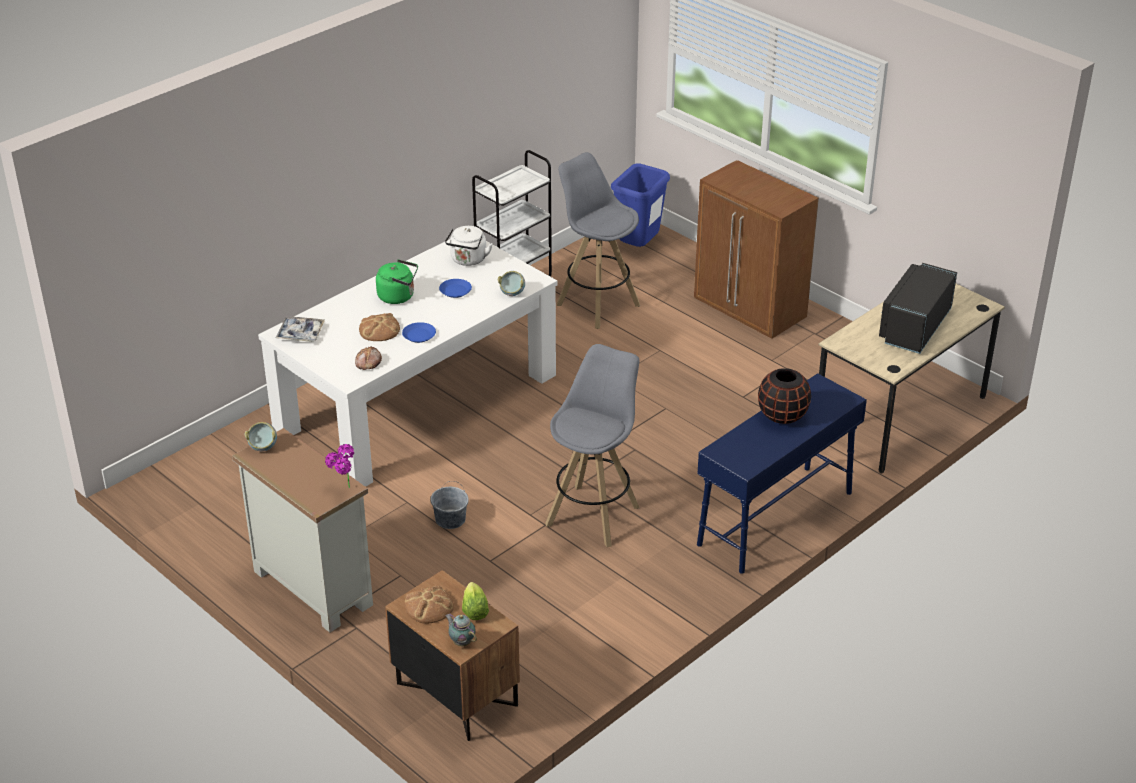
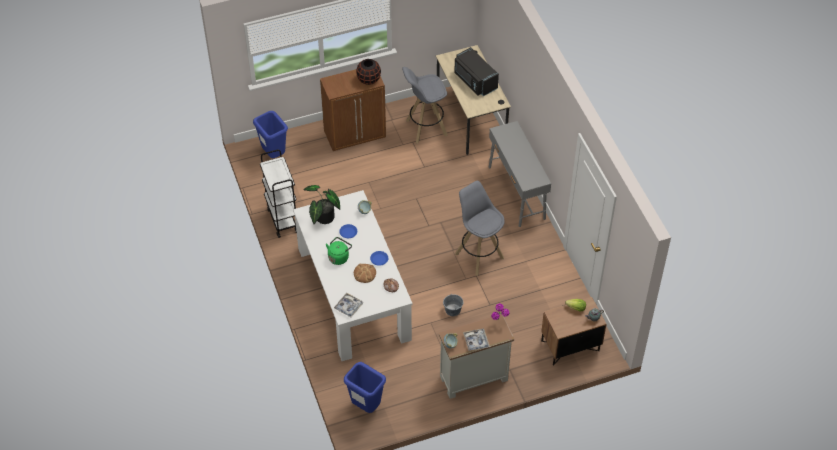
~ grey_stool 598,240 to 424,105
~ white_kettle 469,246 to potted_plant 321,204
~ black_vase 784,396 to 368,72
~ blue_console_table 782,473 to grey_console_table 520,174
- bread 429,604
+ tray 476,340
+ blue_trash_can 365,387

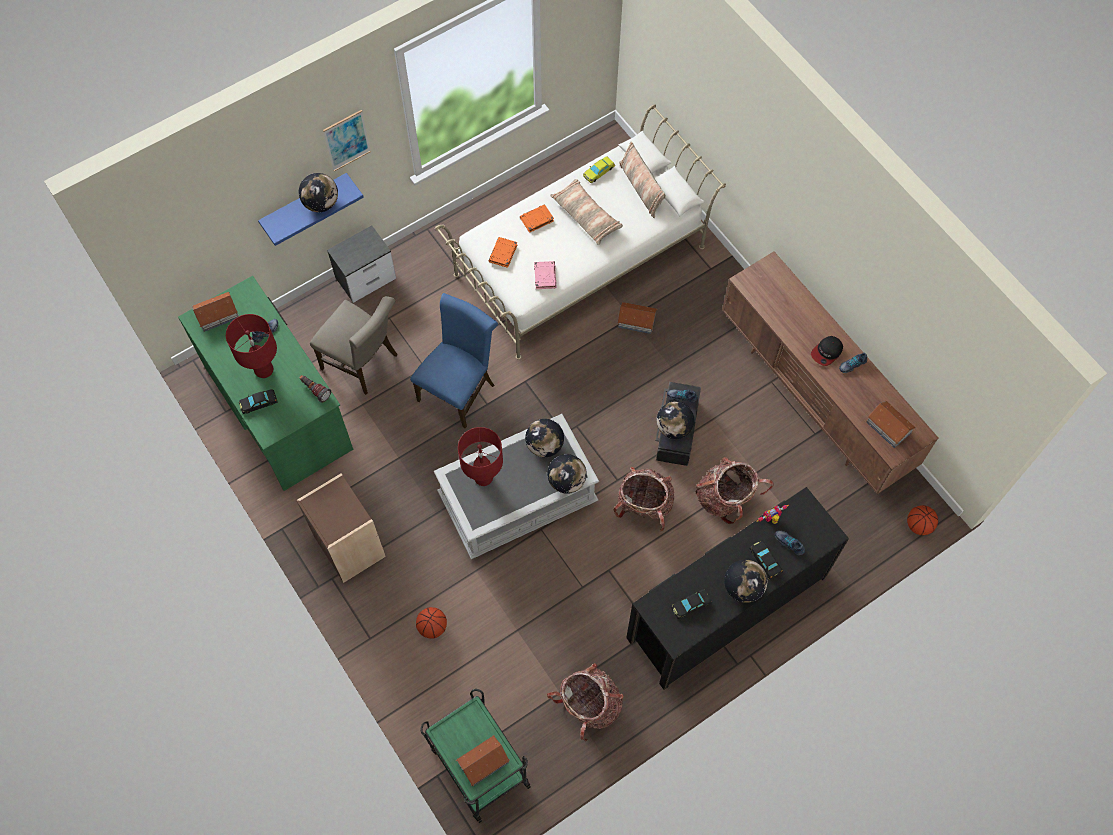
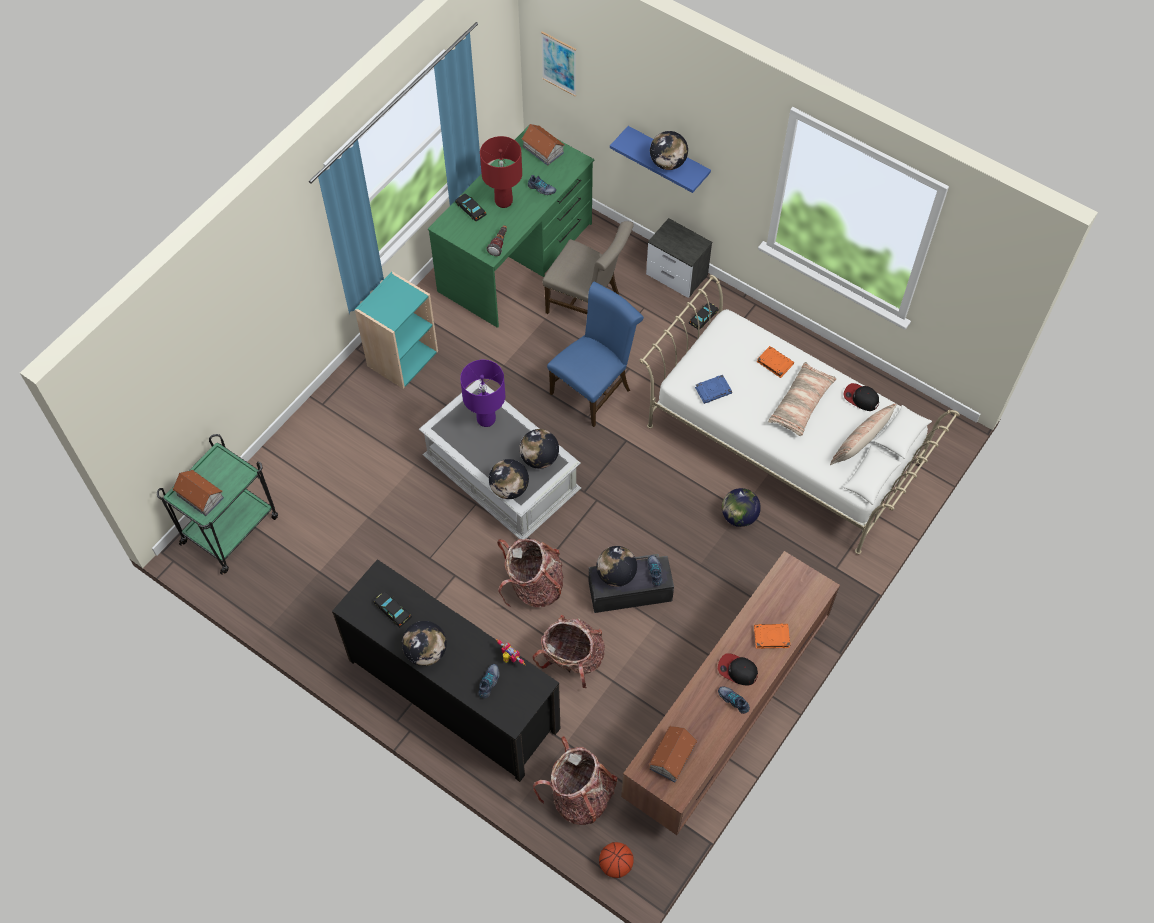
~ picture 347,140 to 558,64
~ yellow_toy_car 599,169 to cap 861,397
~ orange_book 503,252 to 772,636
~ pink_book 545,275 to blue_book 713,389
~ blue_chair 454,361 = 595,354 60 degrees counterclockwise
~ beige_chair 354,345 = 588,267 75 degrees counterclockwise
~ toy_house 638,318 to globe 741,507
~ red_table_lamp 480,456 to purple_table_lamp 482,393
~ brown_bookcase 341,528 to turquoise_bookcase 396,330
~ black_toy_car 766,560 to 704,316
- basketball 431,622
~ backpack 585,702 to 575,780

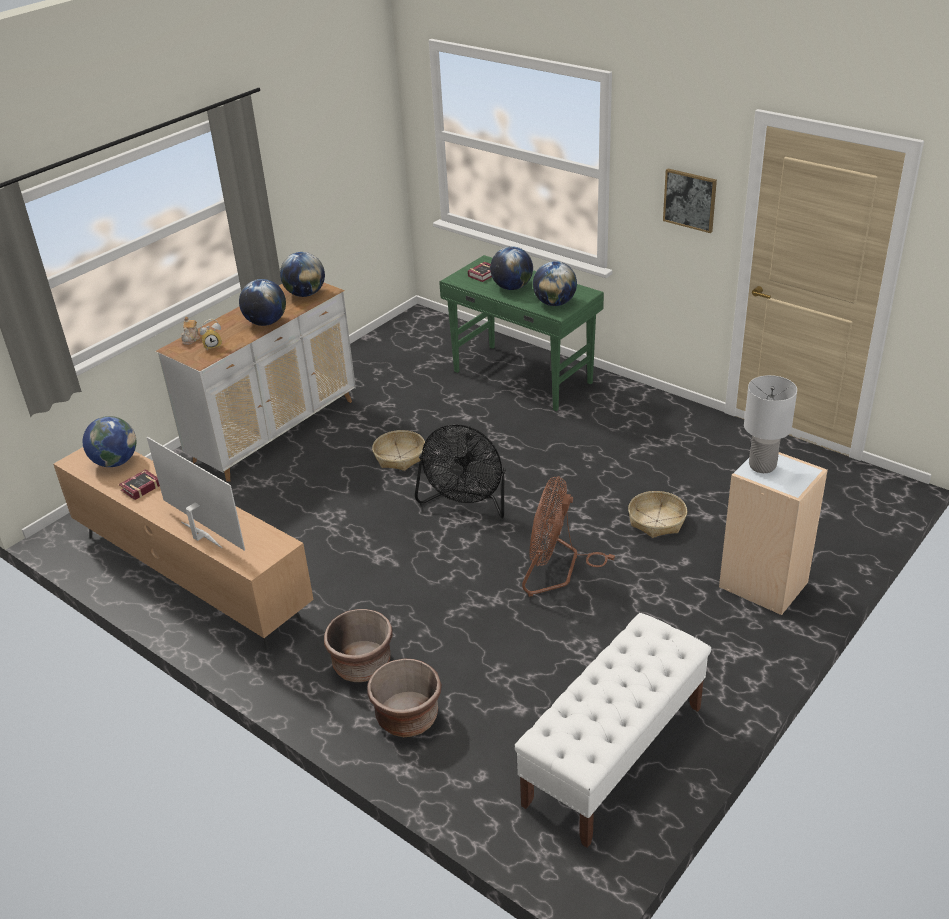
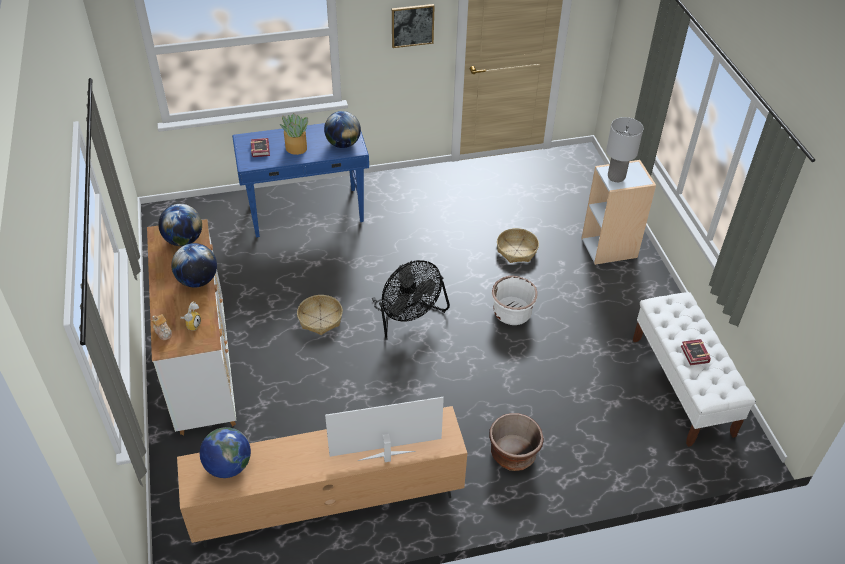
~ globe 511,268 to potted_plant 294,134
~ green_console_table 521,333 to blue_console_table 300,180
~ book 139,484 to 696,352
~ brown_fan 569,536 to white_planter 514,300
- brown_planter 404,697

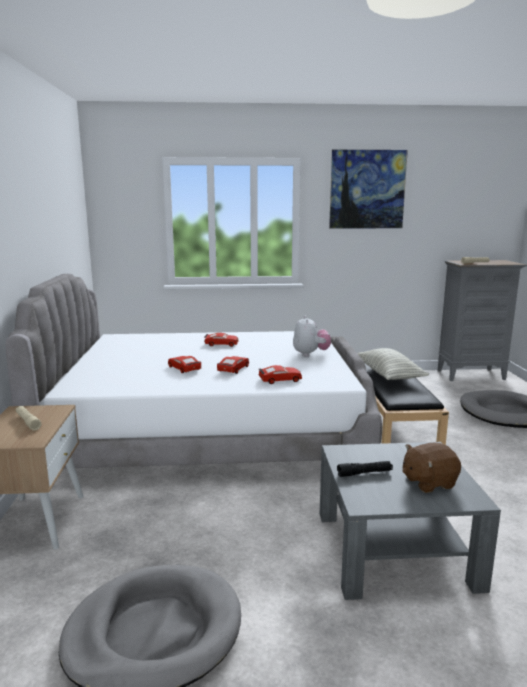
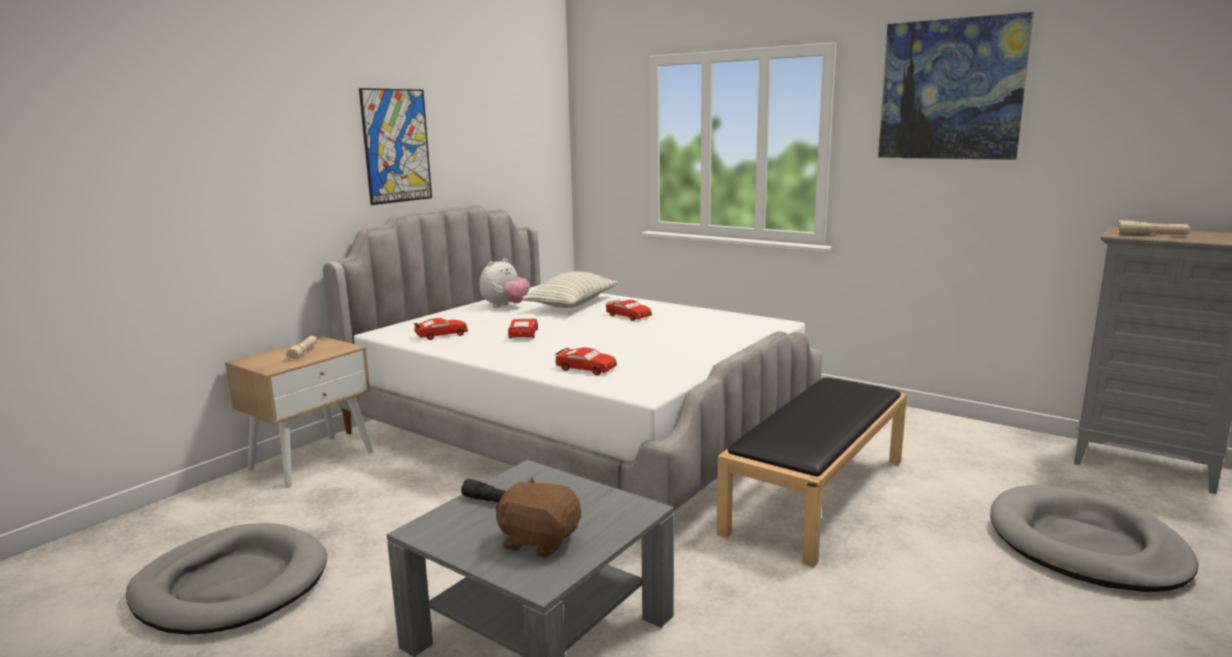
~ plush_toy 312,336 to 505,283
~ pillow 393,364 to 570,289
~ red_toy_car 233,365 to 441,329
+ picture 395,146

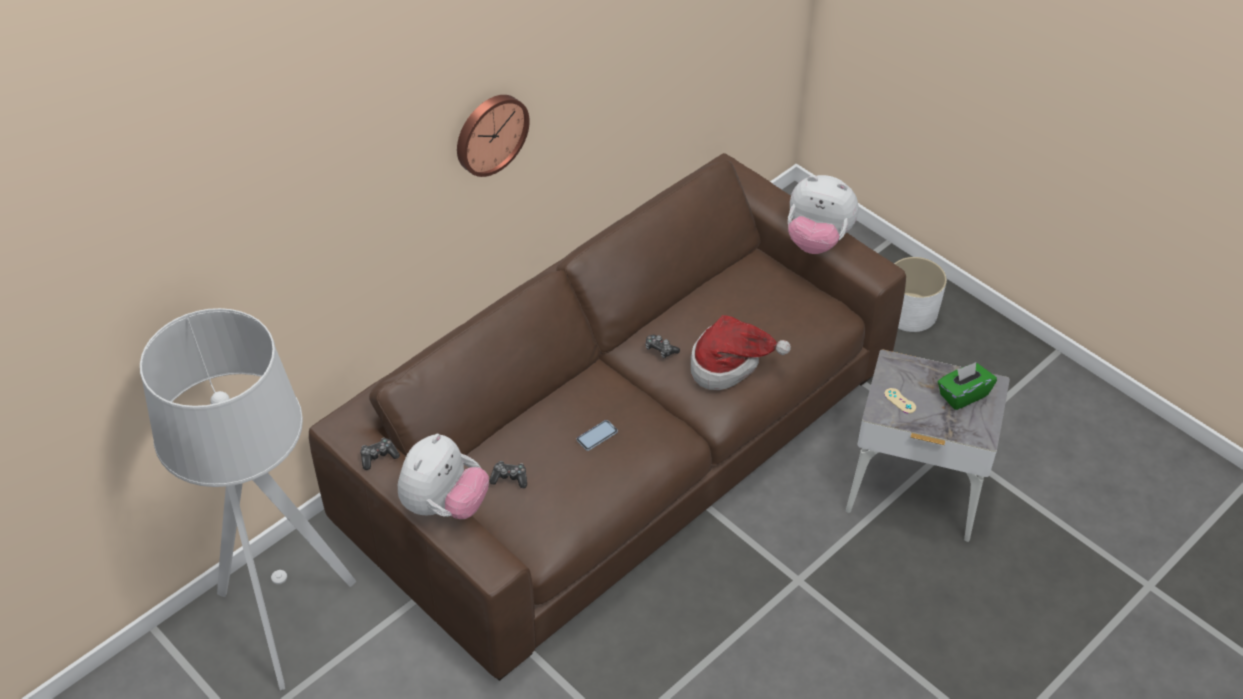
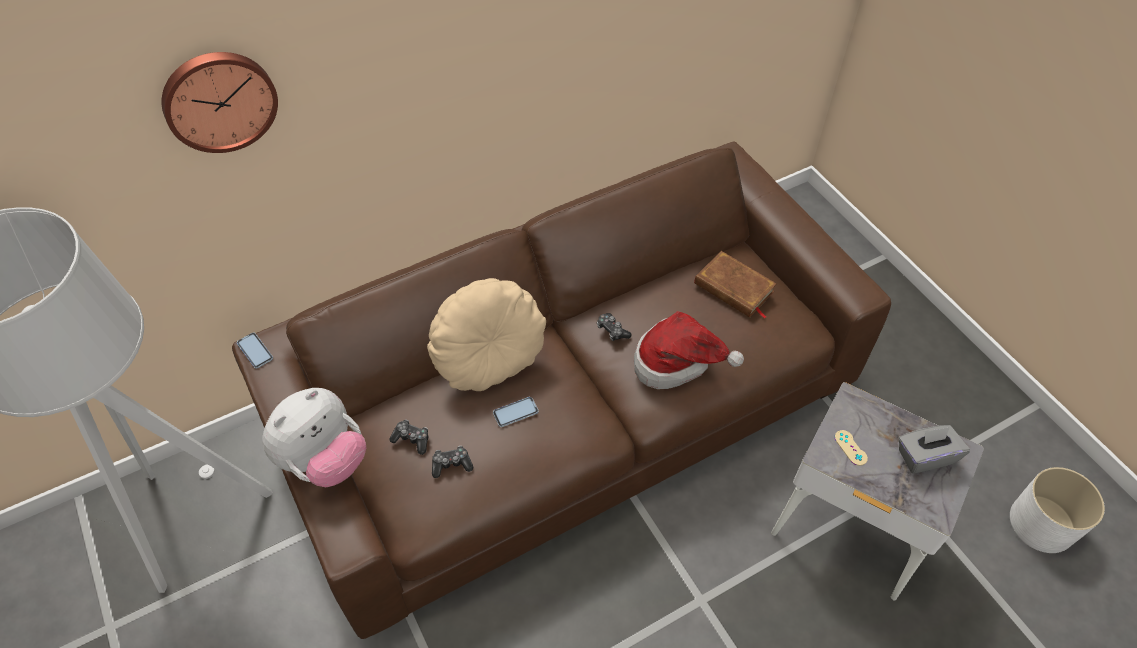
~ wall_clock 493,136 to 219,102
- plush_toy 823,214
~ white_planter 920,294 to 1057,510
~ green_tissue_box 967,386 to grey_tissue_box 934,449
~ game_controller 380,454 to 452,462
+ brown_book 735,285
+ beige_pillow 486,334
+ phone 255,350

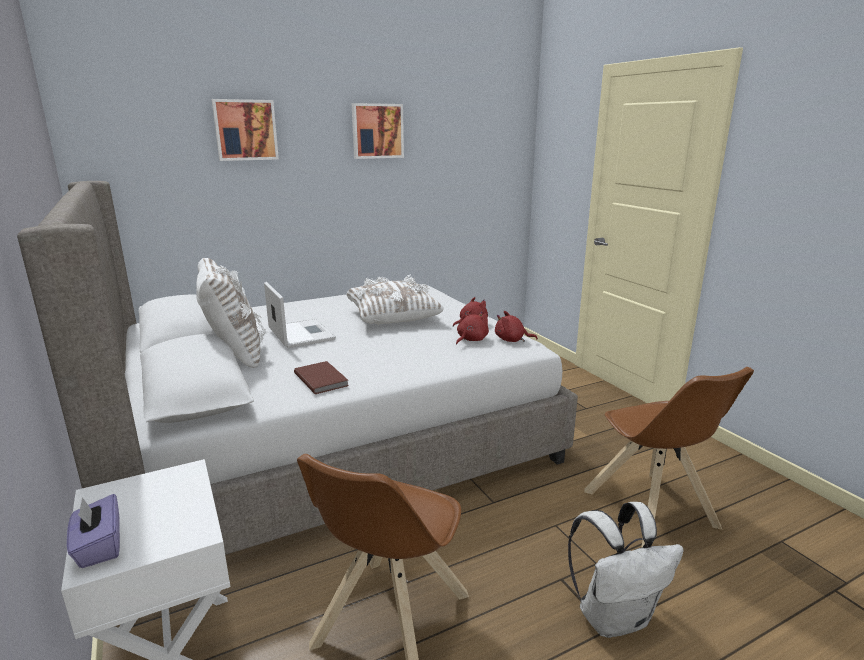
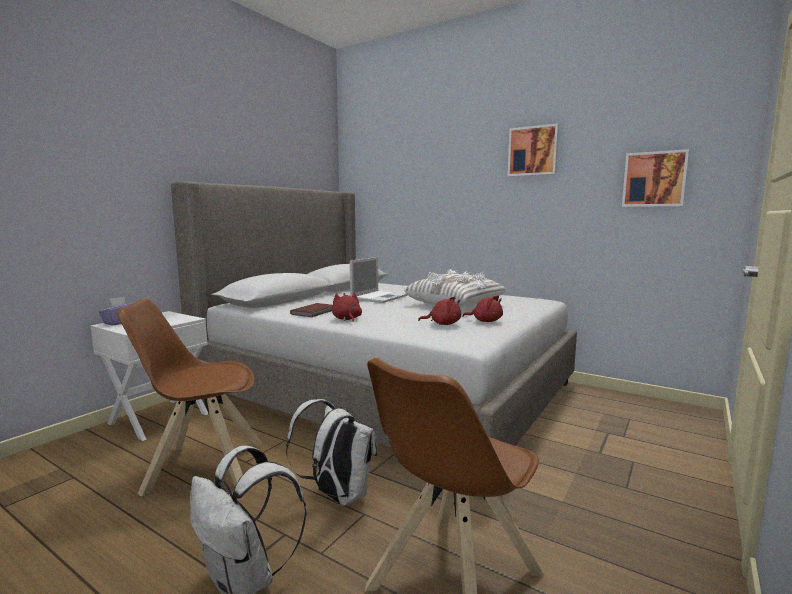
~ picture 245,130 to 655,178
- white_pillow 231,313
~ red_plush_toy 516,326 to 347,307
+ white_backpack 332,452

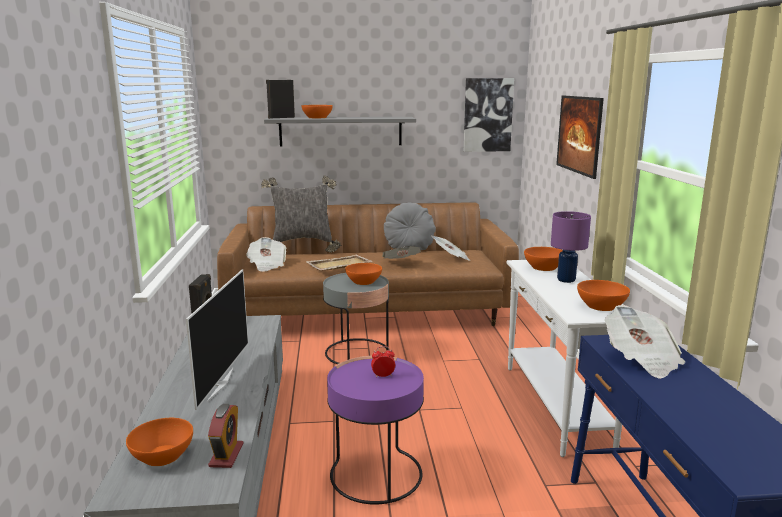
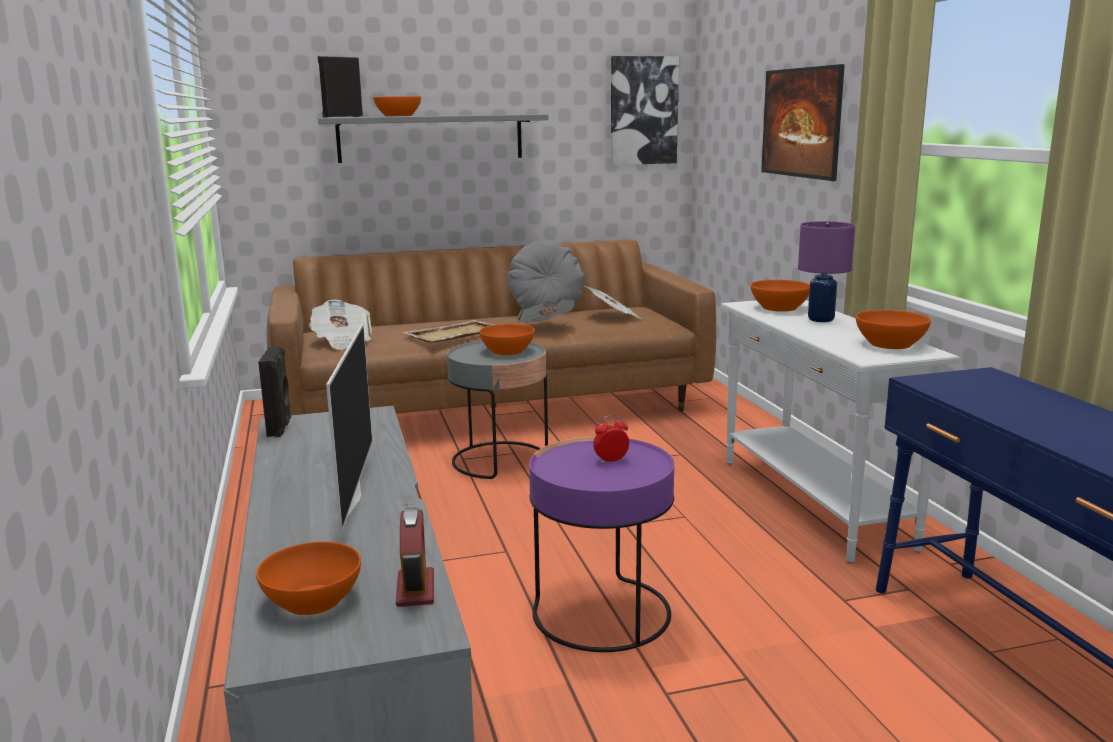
- pillow 301,214
- newspaper 645,342

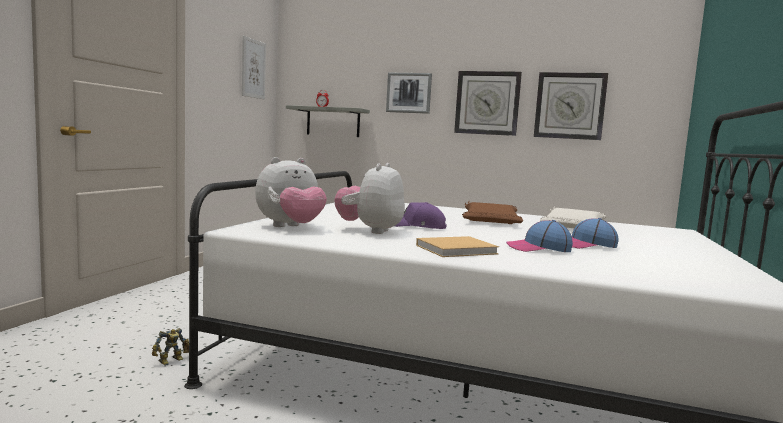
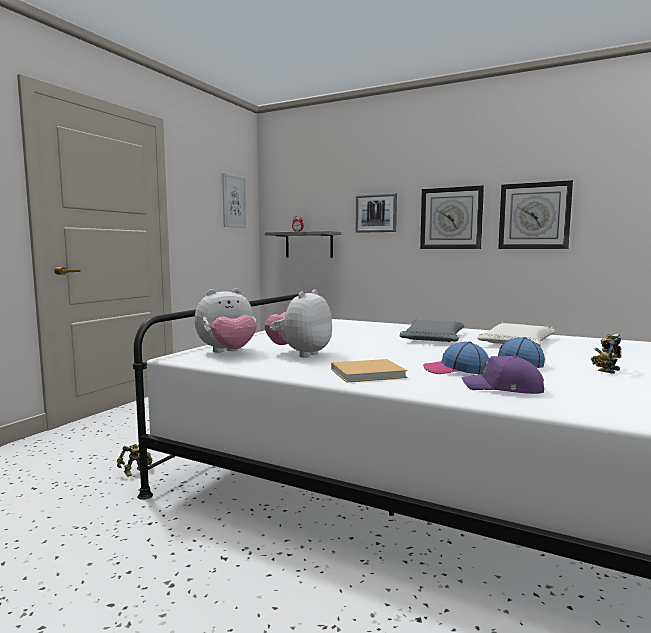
~ brown_pillow 492,212 to grey_pillow 431,330
~ purple_cap 421,215 to 502,375
+ toy_robot 606,353

